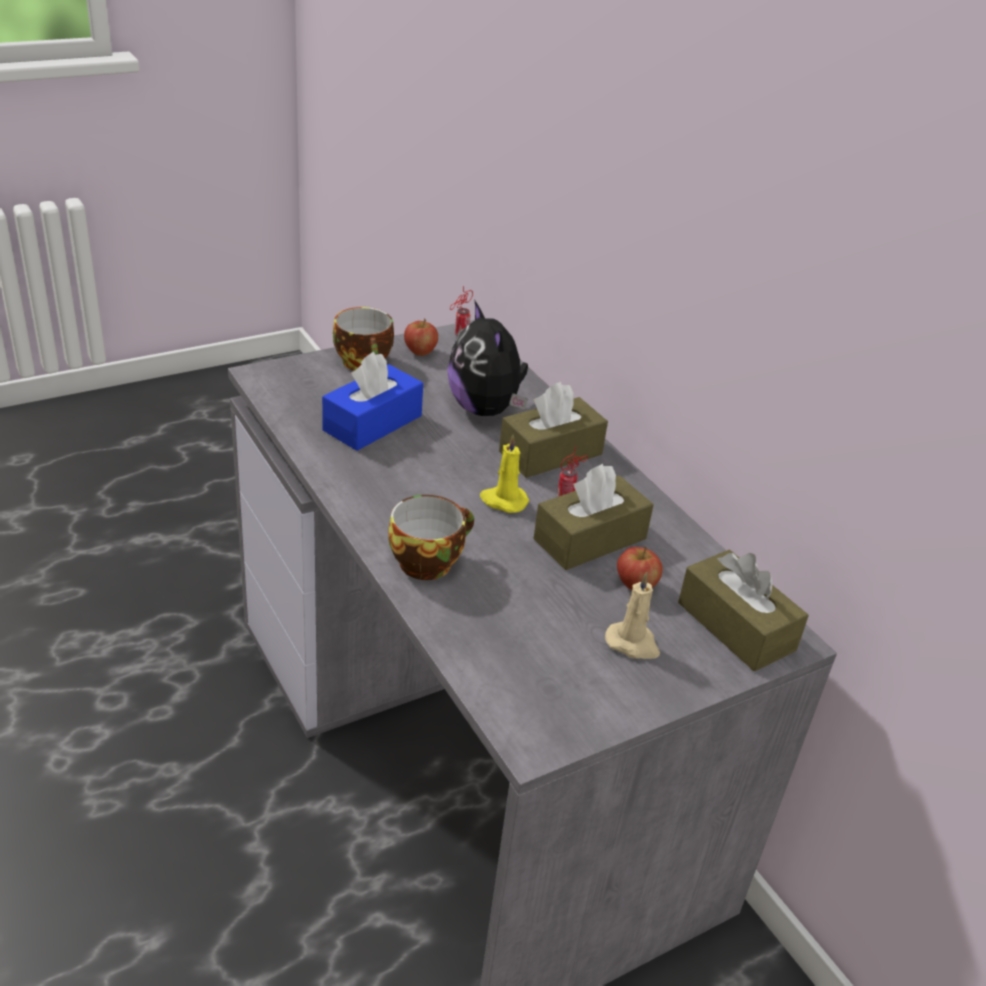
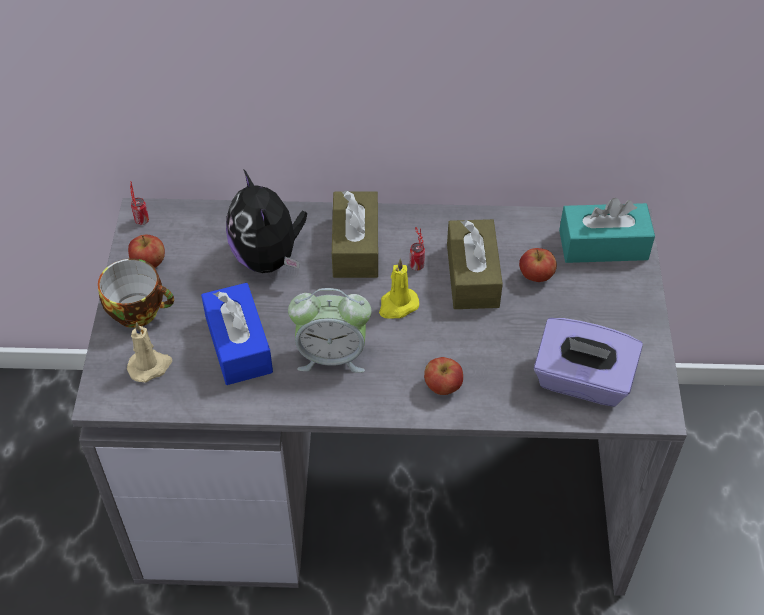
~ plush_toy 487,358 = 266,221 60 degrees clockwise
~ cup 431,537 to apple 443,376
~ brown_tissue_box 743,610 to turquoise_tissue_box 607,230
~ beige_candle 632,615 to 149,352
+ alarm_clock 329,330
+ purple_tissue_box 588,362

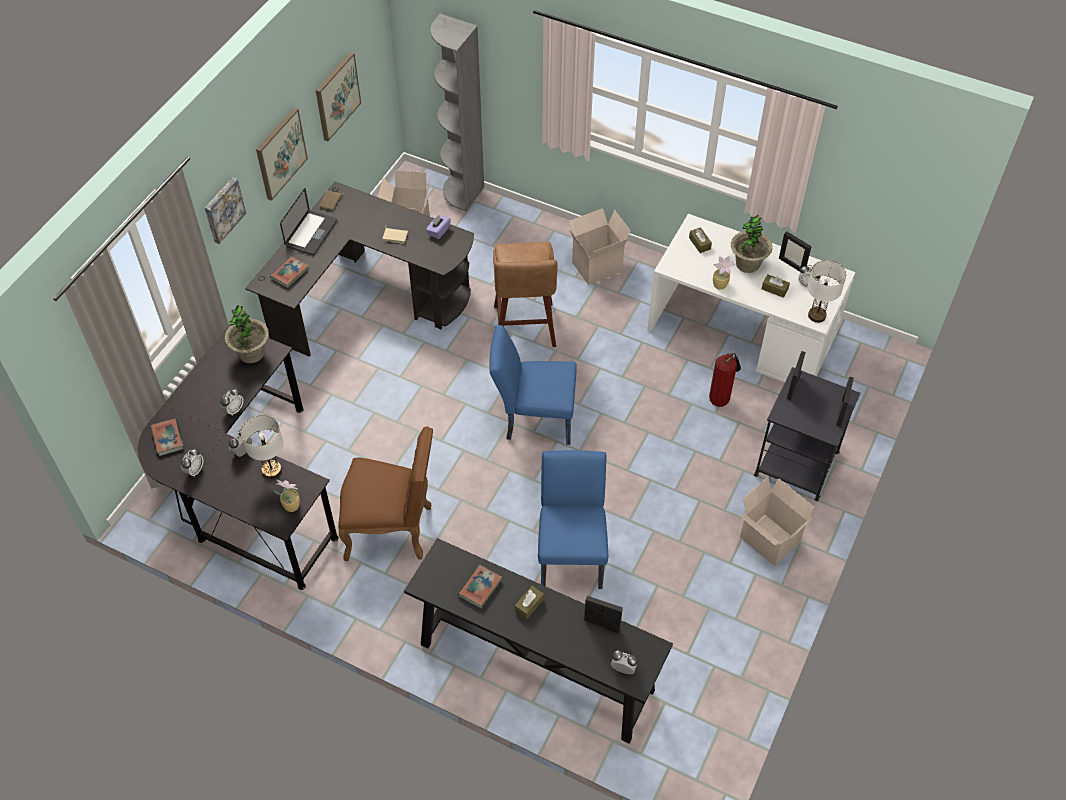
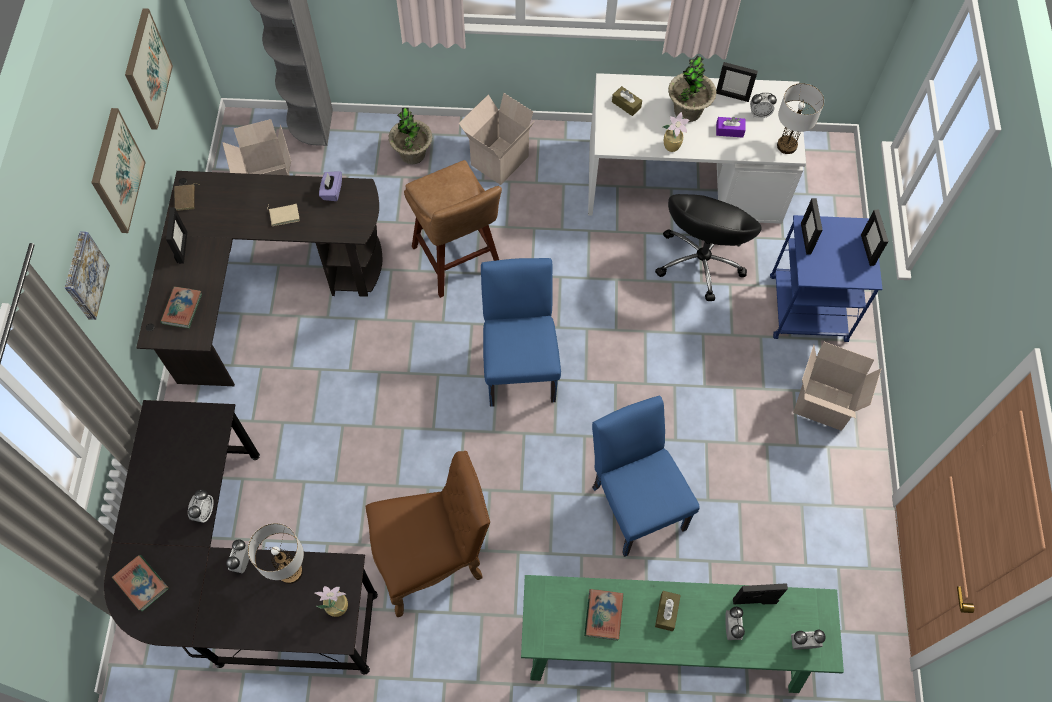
~ laptop 308,221 to picture_frame 176,235
~ brown_tissue_box 776,286 to purple_tissue_box 731,127
~ potted_plant 246,334 to 410,136
~ blue_chair 533,385 = 521,332 105 degrees clockwise
~ fire_extinguisher 725,380 to black_office_chair 708,247
~ black_cart 807,434 to blue_cart 826,278
~ alarm_clock 192,462 to 735,623
~ black_console_table 538,641 to green_console_table 682,634

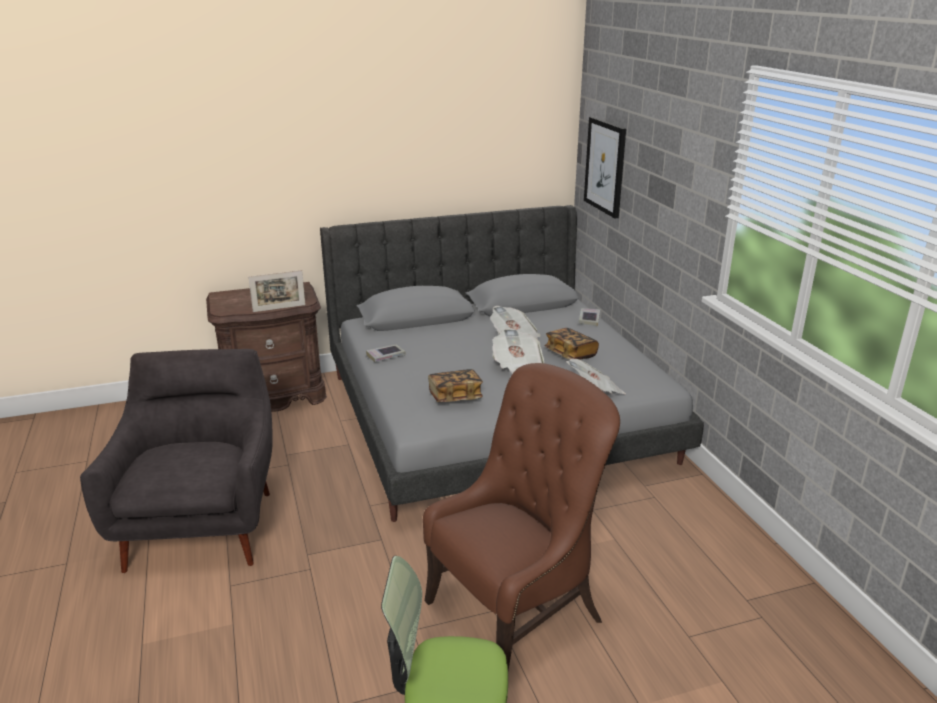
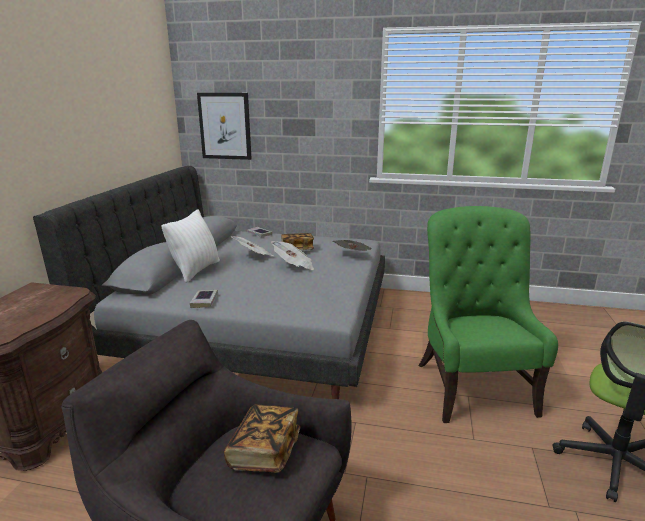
- picture_frame 277,291
~ brown_chair 521,516 to green_chair 488,314
~ book 455,385 to 262,439
+ white_pillow 190,246

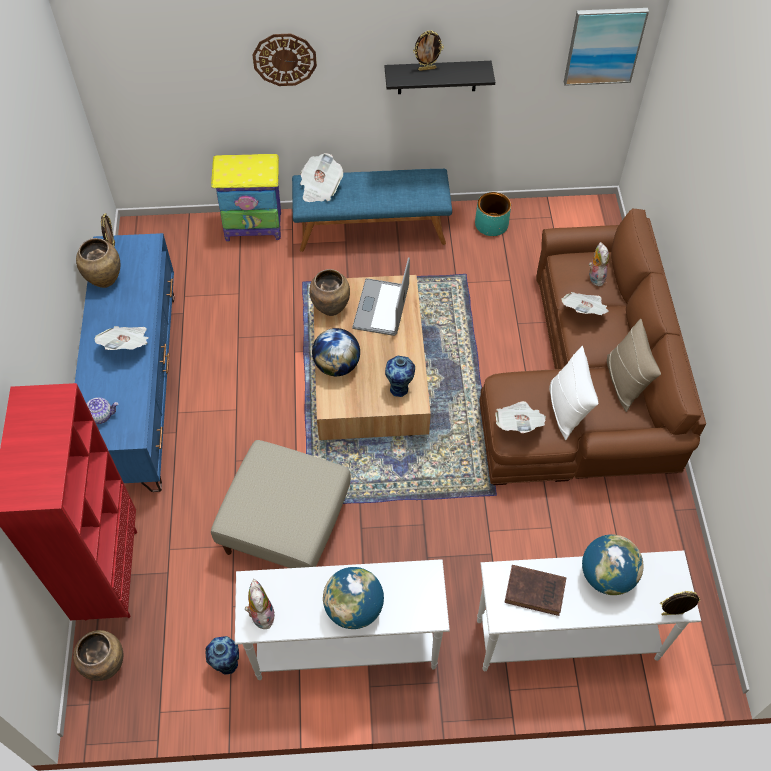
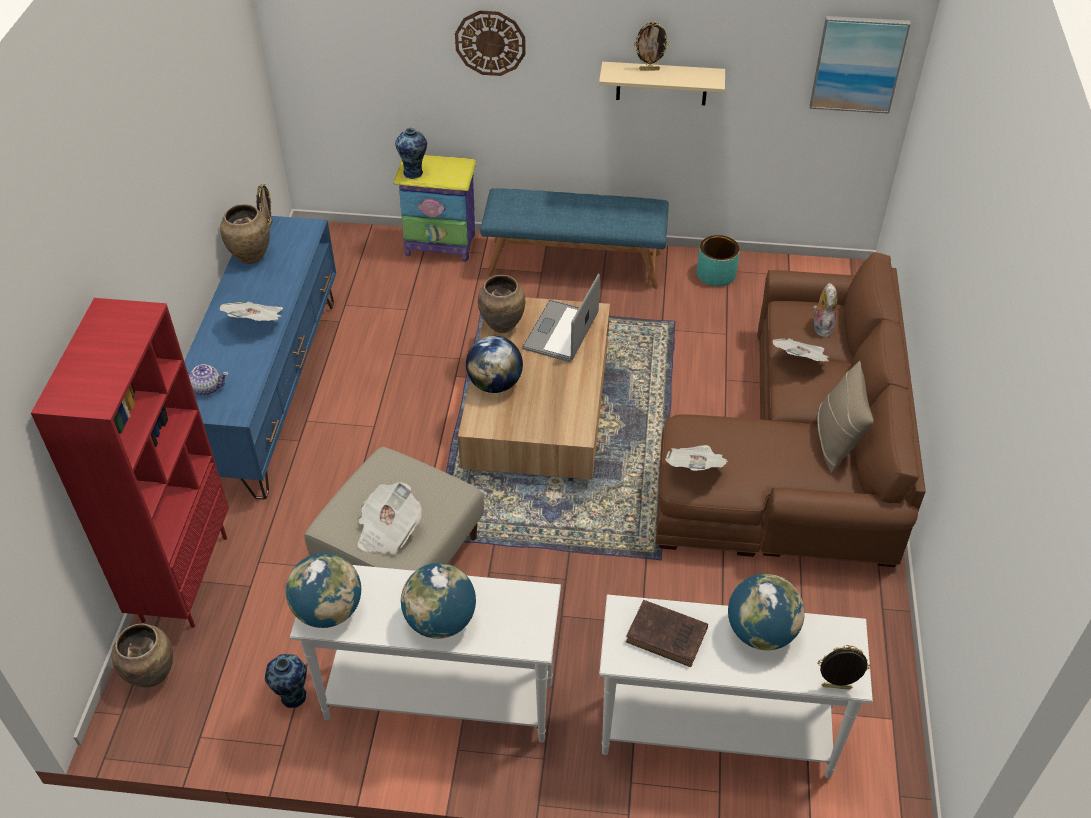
~ black_shelf 440,77 to beige_shelf 662,83
~ newspaper 321,177 to 389,518
- white_pillow 573,393
~ vase 400,376 to 411,153
~ plush_toy 259,604 to globe 323,590

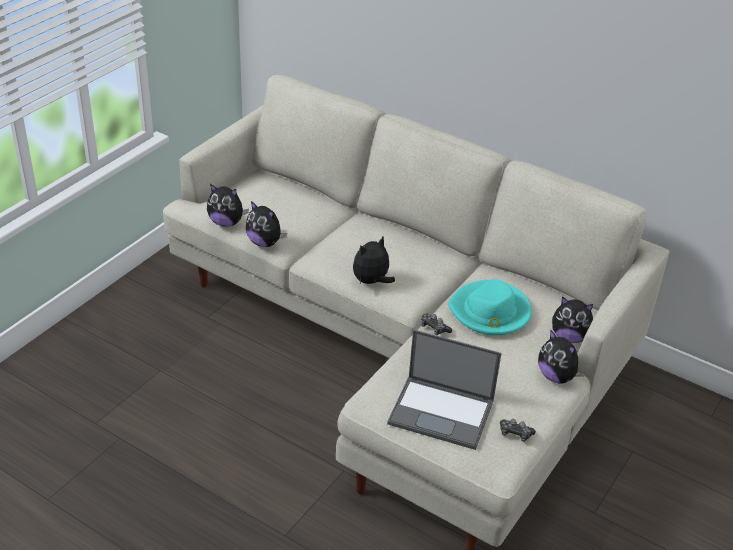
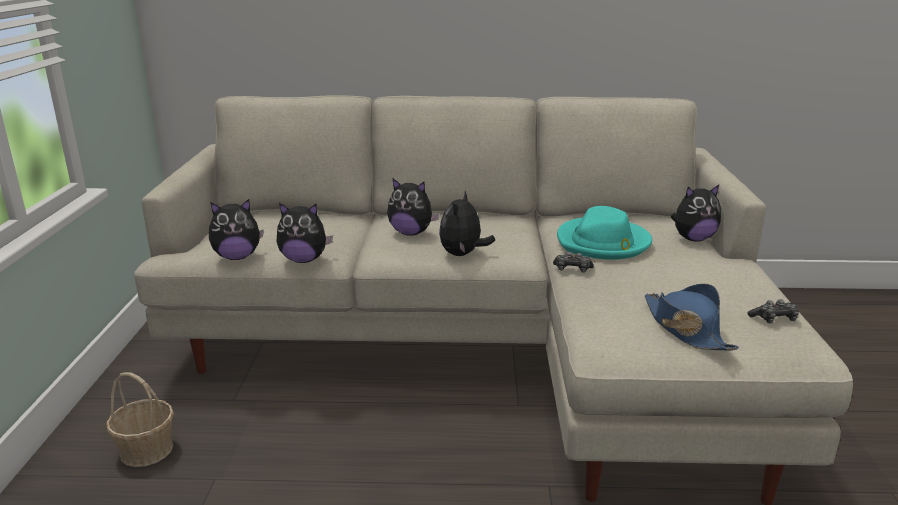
~ laptop 444,390 to blue_hat 692,317
~ plush_toy 561,357 to 413,207
+ basket 140,419

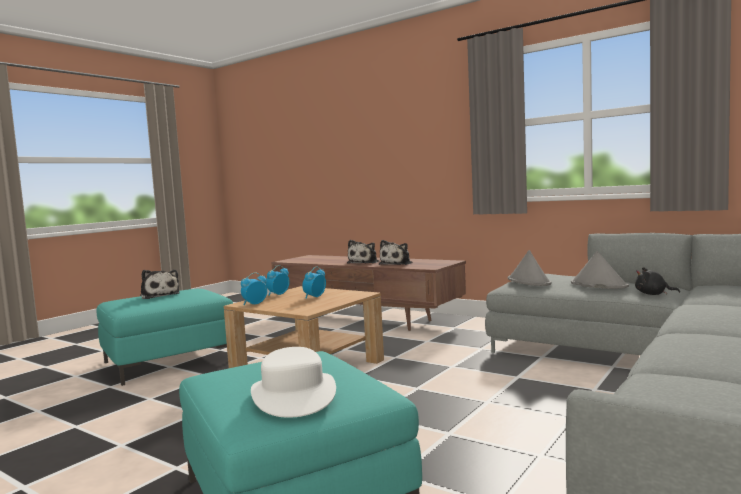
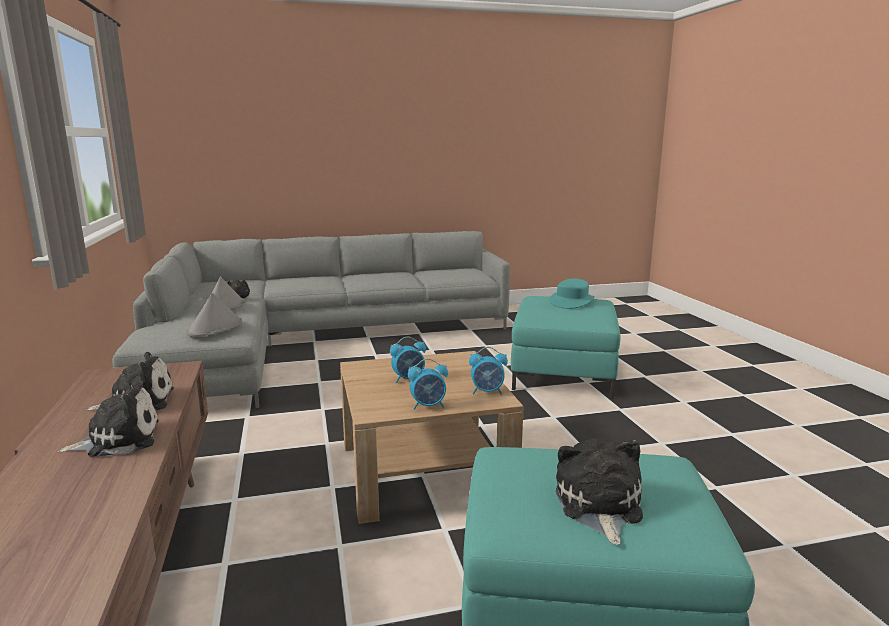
~ white_hat 293,382 to turquoise_hat 572,294

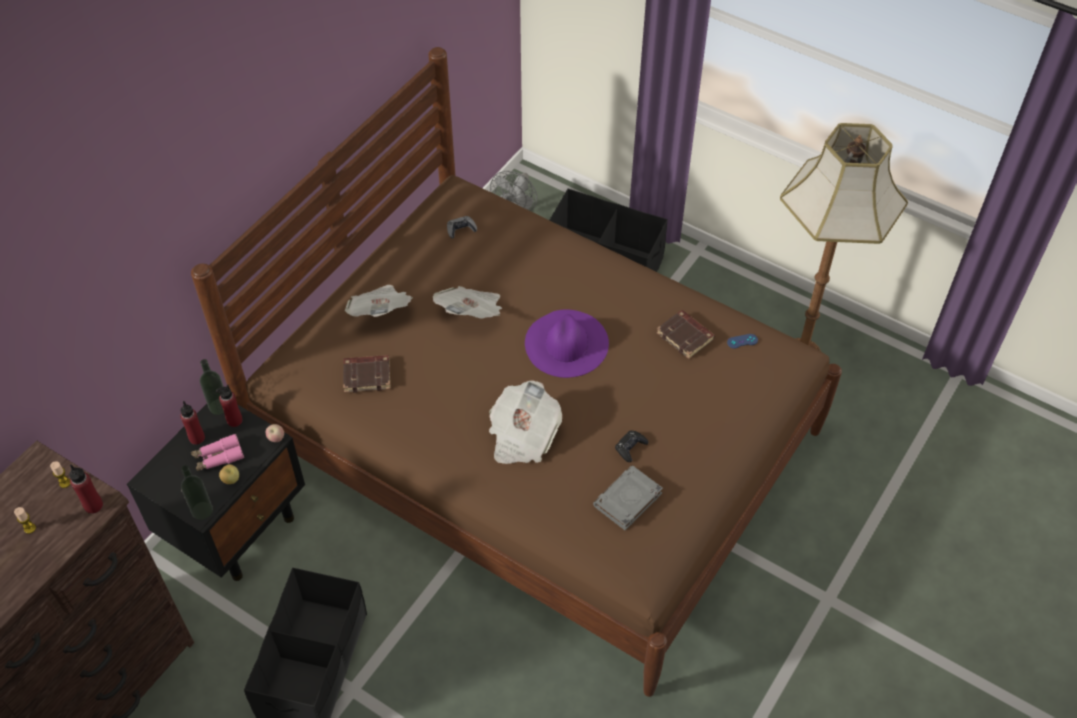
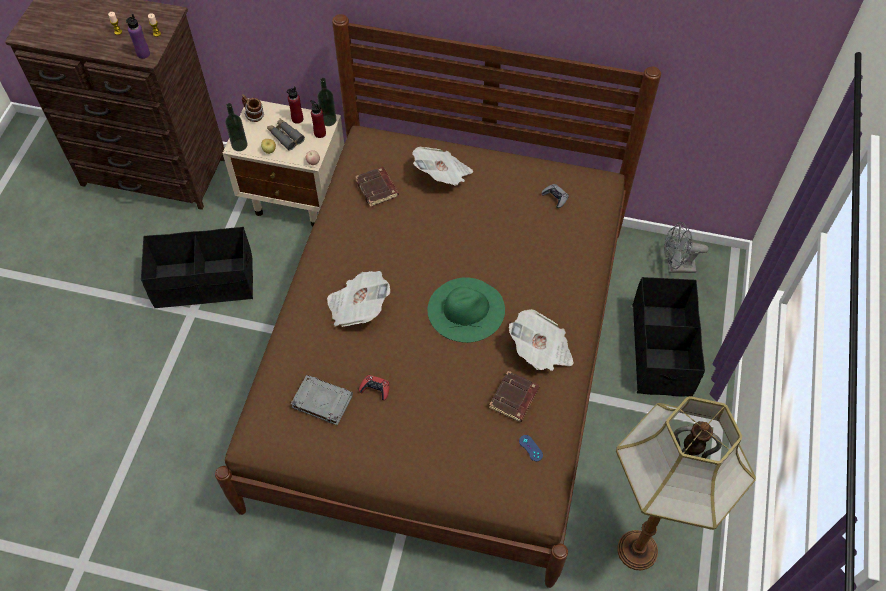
~ newspaper 467,302 to 541,340
~ purple_hat 567,343 to green_hat 466,310
~ black_nightstand 216,492 to beige_nightstand 283,162
~ black_game_controller 631,446 to red_game_controller 374,387
~ pink_binoculars 217,452 to grey_binoculars 286,134
~ red_bottle 86,489 to purple_bottle 138,36
+ mug 252,108

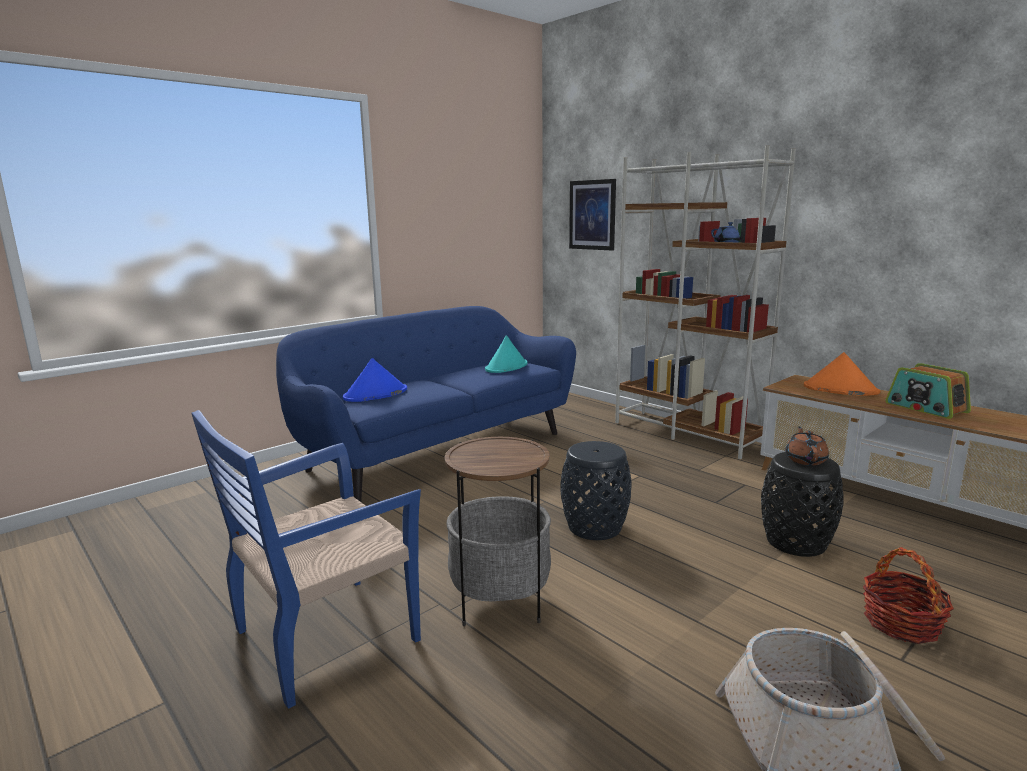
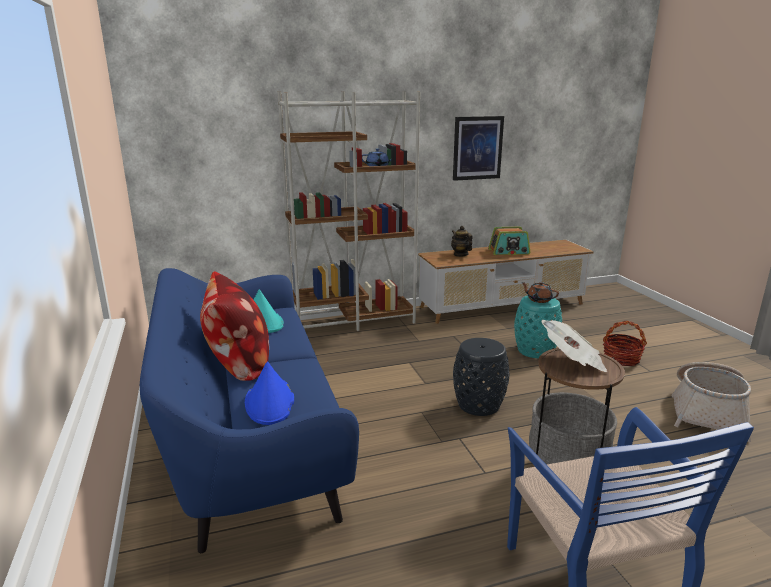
~ picture 592,214 to 478,148
~ orange_hat 842,374 to teapot 462,241
~ black_stool 802,504 to turquoise_stool 538,326
+ pillow 234,326
+ newspaper 574,346

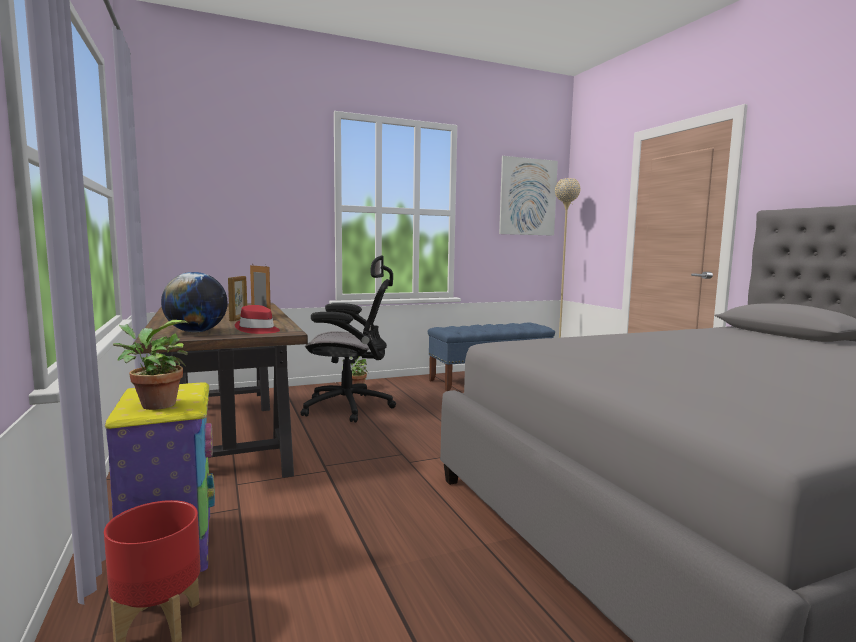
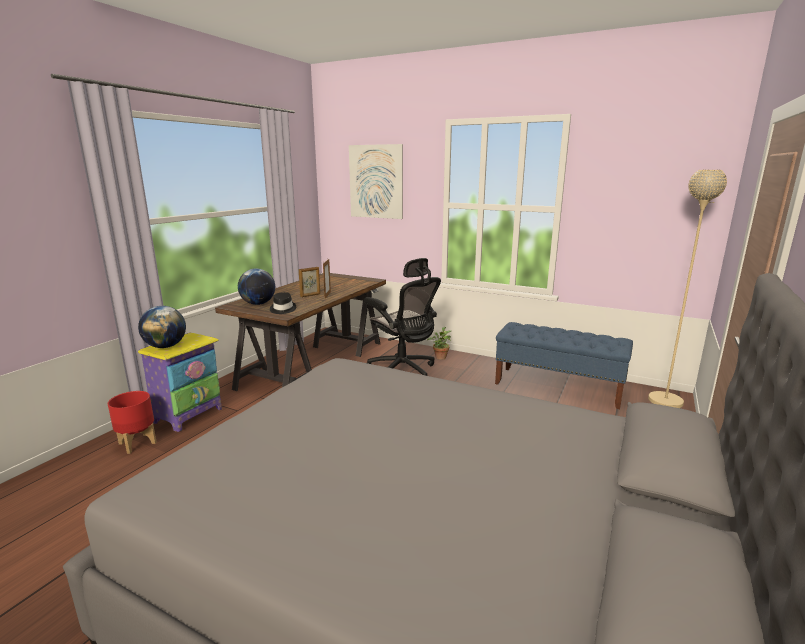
~ picture 528,196 to 376,181
~ red_hat 257,319 to black_hat 283,303
~ potted_plant 150,365 to globe 162,327

